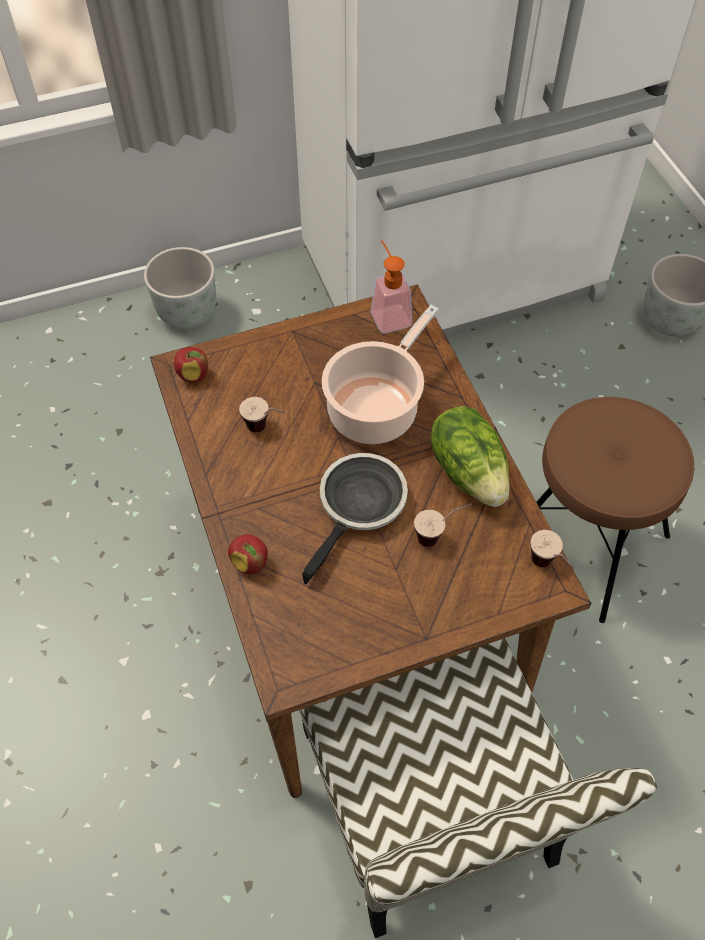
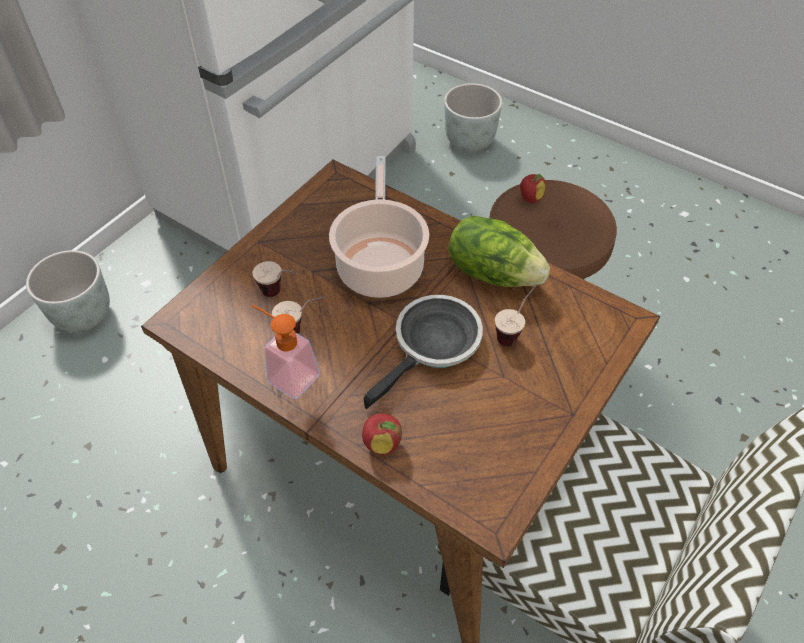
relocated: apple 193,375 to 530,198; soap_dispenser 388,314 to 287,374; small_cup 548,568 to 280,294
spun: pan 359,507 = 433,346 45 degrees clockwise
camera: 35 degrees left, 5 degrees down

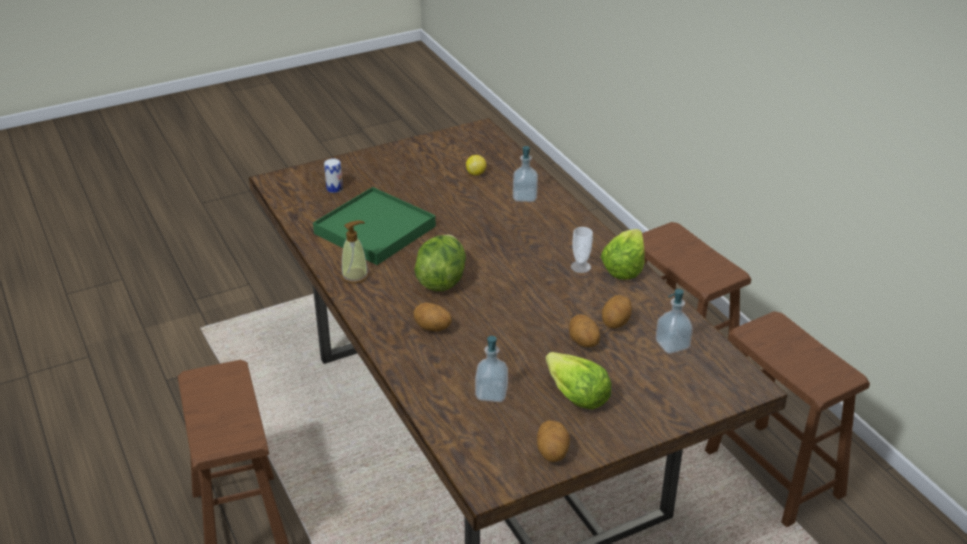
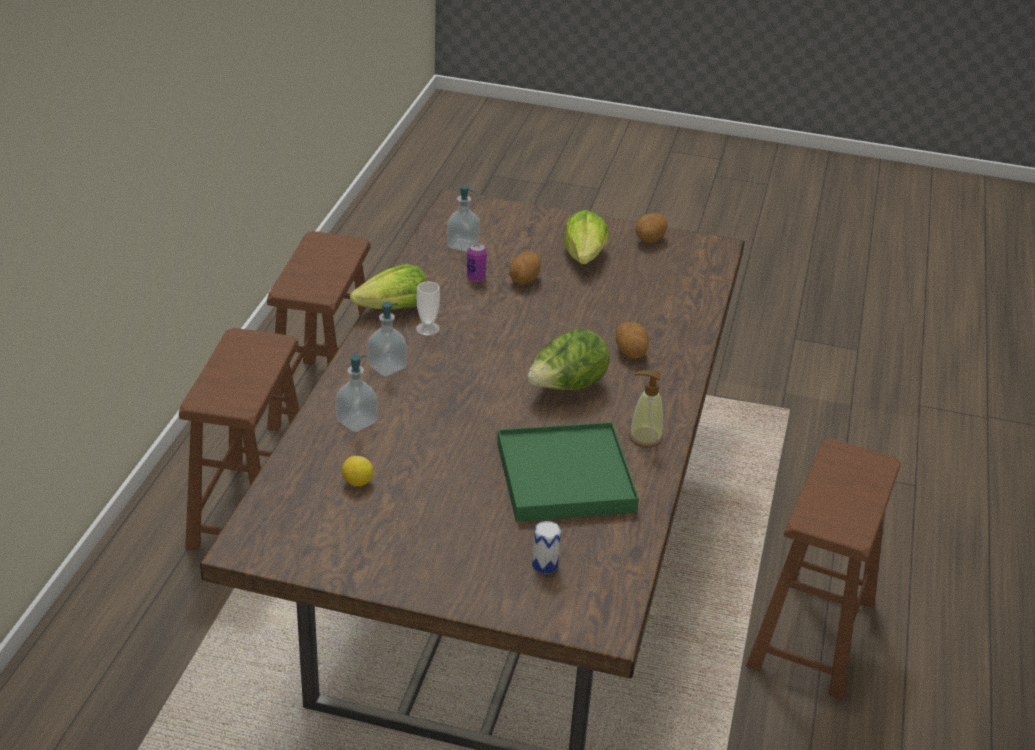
relocated: soap_dispenser 491,393 to 387,367
exchanged: potato 616,322 to sealed_can 476,278
camera: 140 degrees left, 0 degrees up

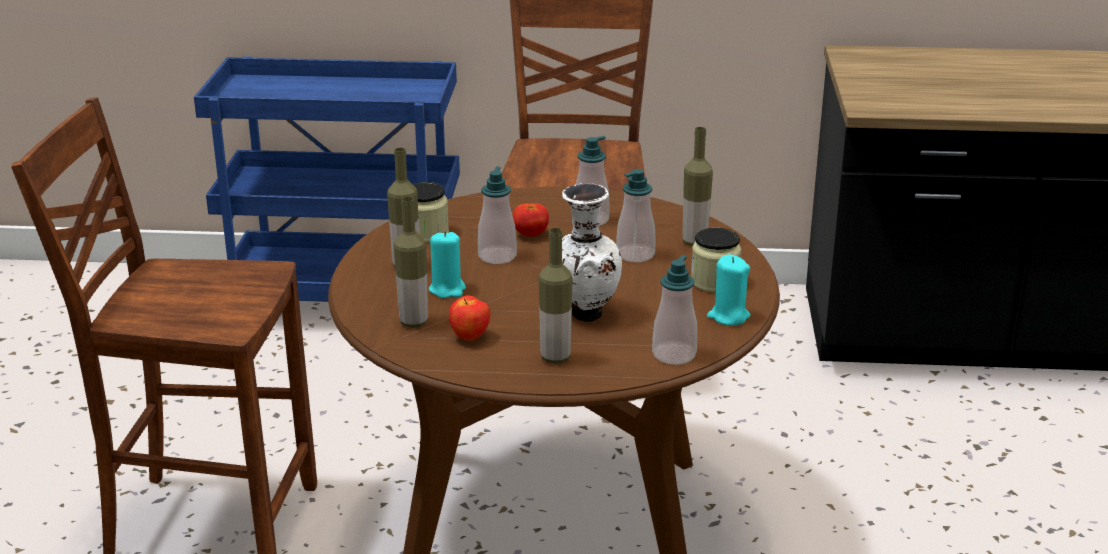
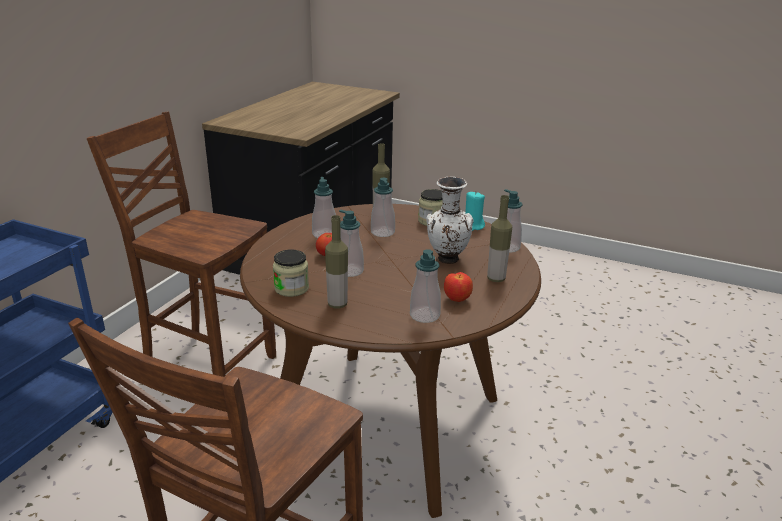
missing: turquoise-coloured_wax_light 447,289
exchanged: bottle 413,322 to soap_dispenser 424,315
camera: 70 degrees left, 0 degrees up

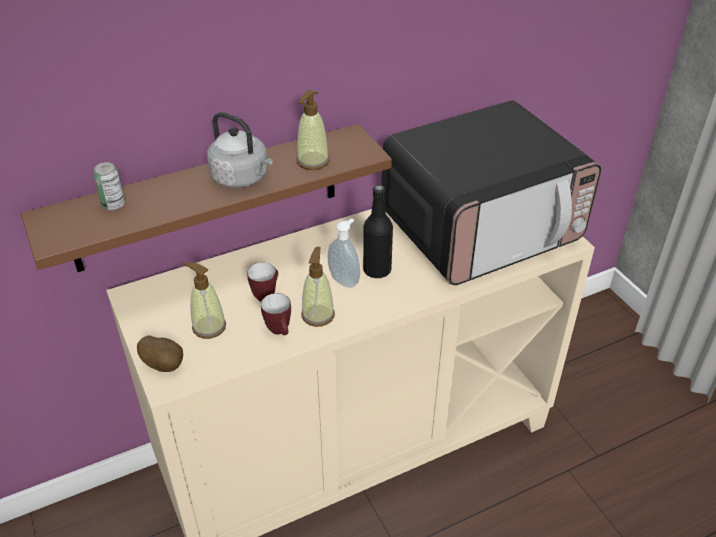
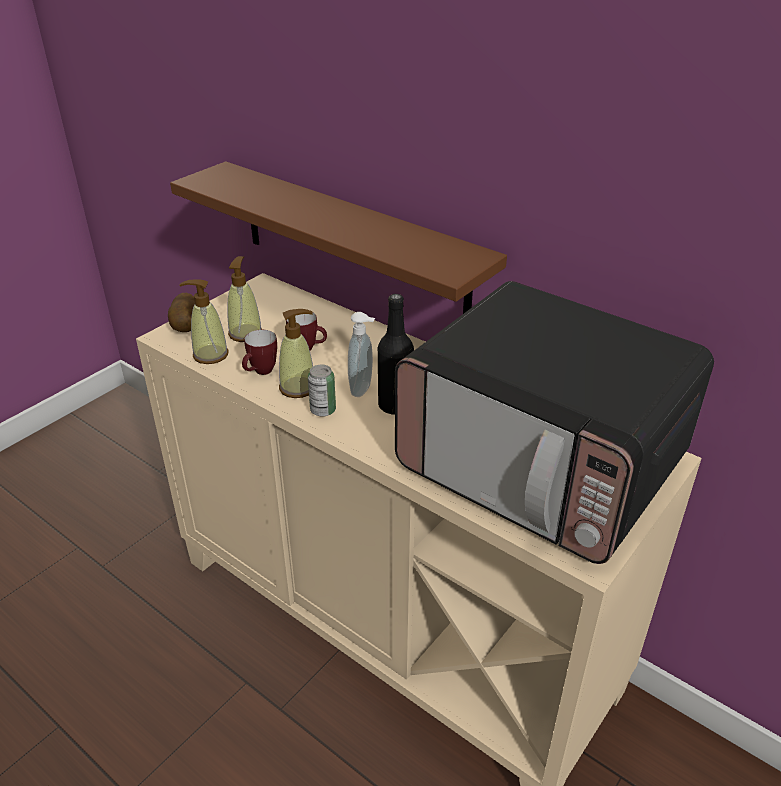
missing: gray_tea_kettle 242,178
relocated: sealed_can 113,205 to 323,410; soap_dispenser 312,161 to 210,355
camera: 65 degrees right, 5 degrees down

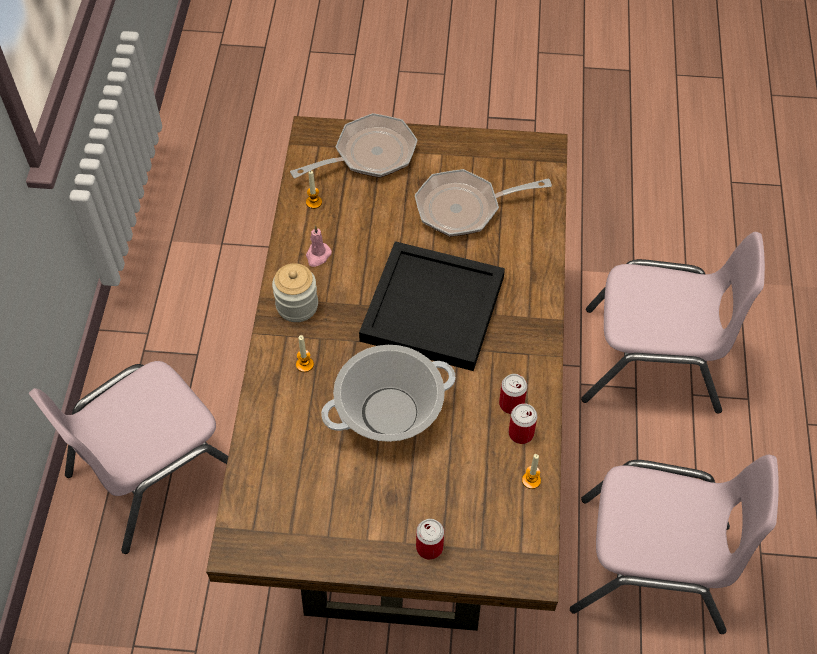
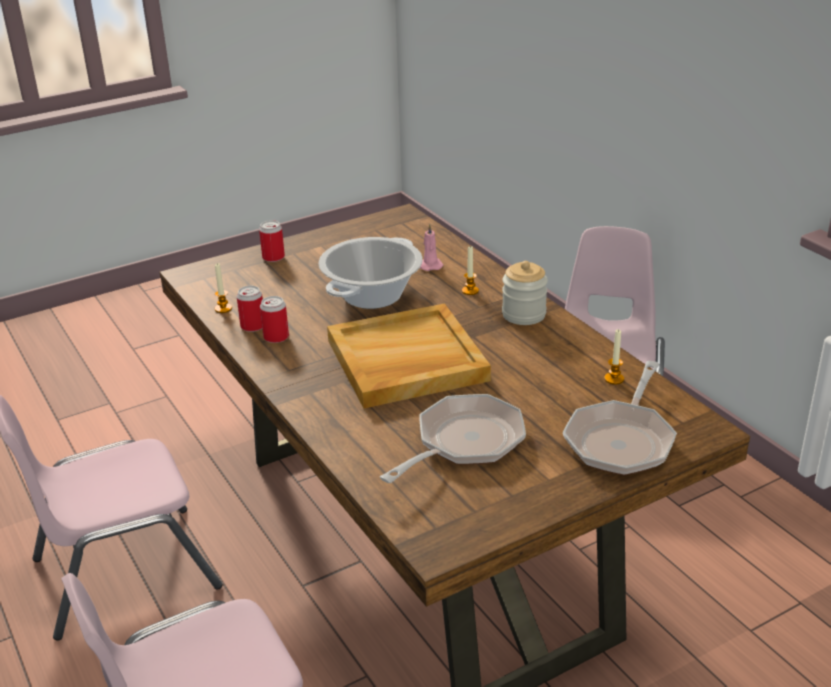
relocated: pink_wax_light 318,256 to 430,265
colour: black-coloured_serving_tray 434,308 to beige_serving_tray 406,361
camera: 145 degrees right, 25 degrees down

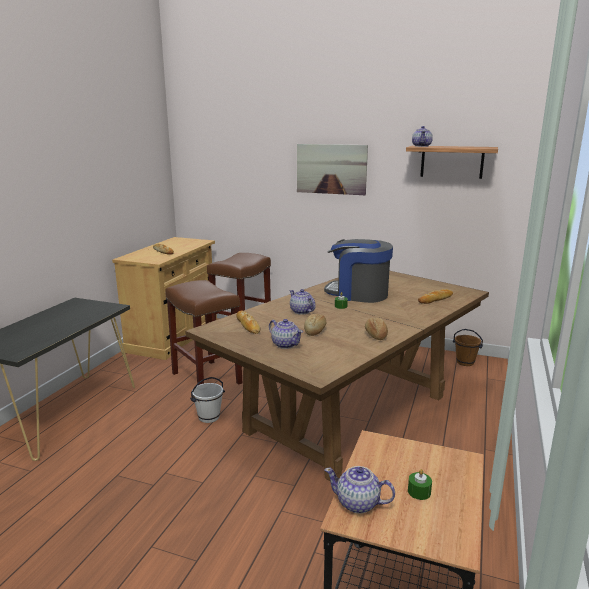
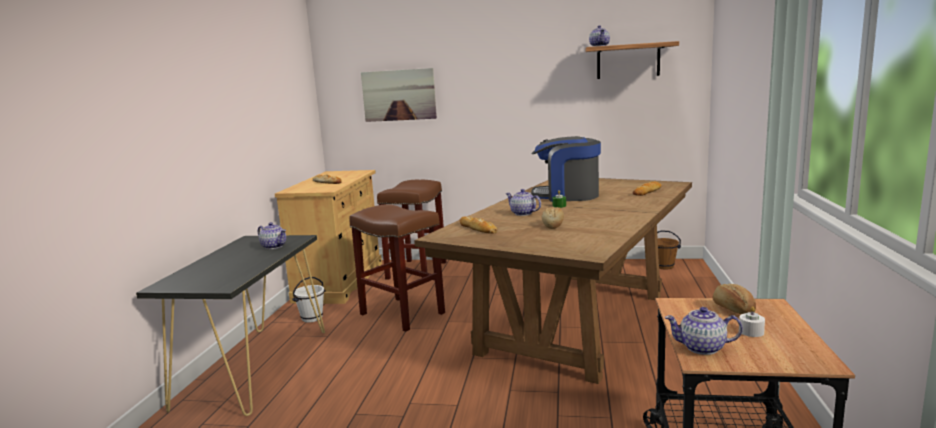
relocated: white-coloured_bucket 208,417 to 312,318; tea_pot 285,344 to 274,246; wall_art 331,169 to 399,95; bread 375,335 to 732,309
colour: greenish_wax_light 419,492 to white-coloured_wax_light 751,332
camera: 10 degrees left, 5 degrees down

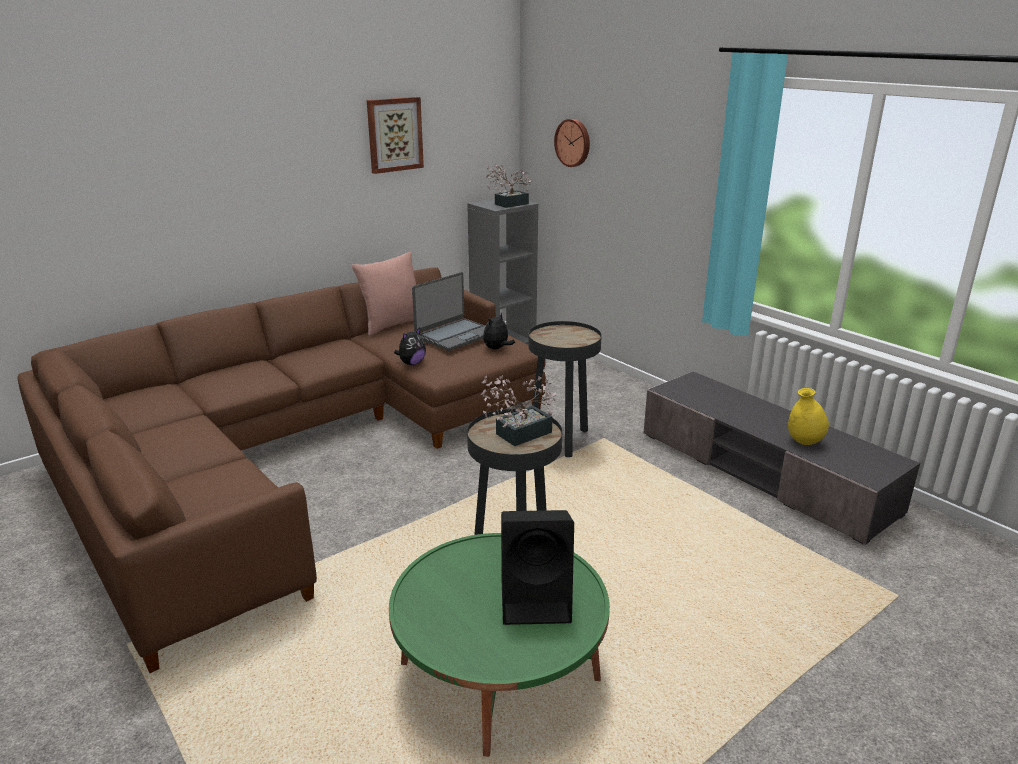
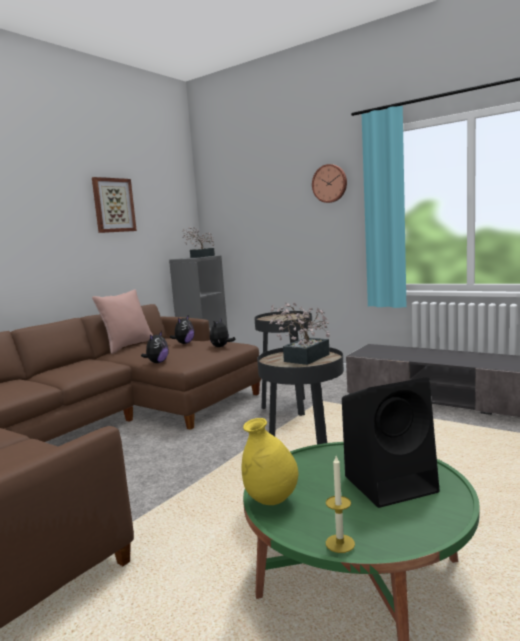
appeared: wax_light 340,543
relocated: hanging_clock 573,142 to 330,183; yellow_vase 804,442 to 271,500
exchanged: laptop 455,335 to plush_toy 184,343
camera: 15 degrees left, 15 degrees down

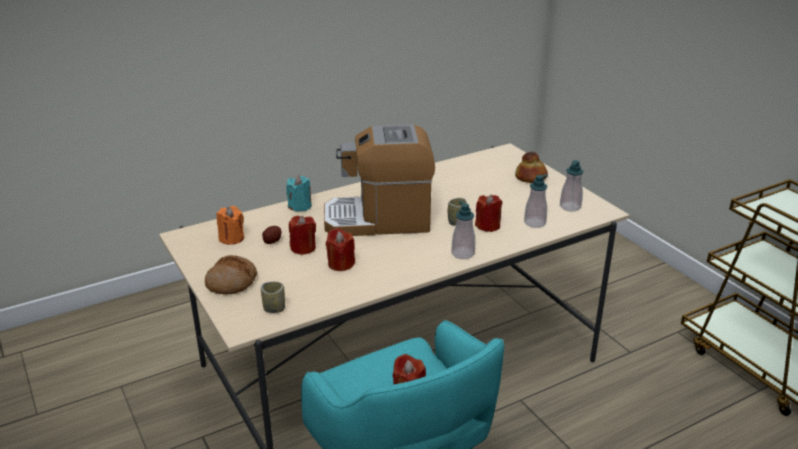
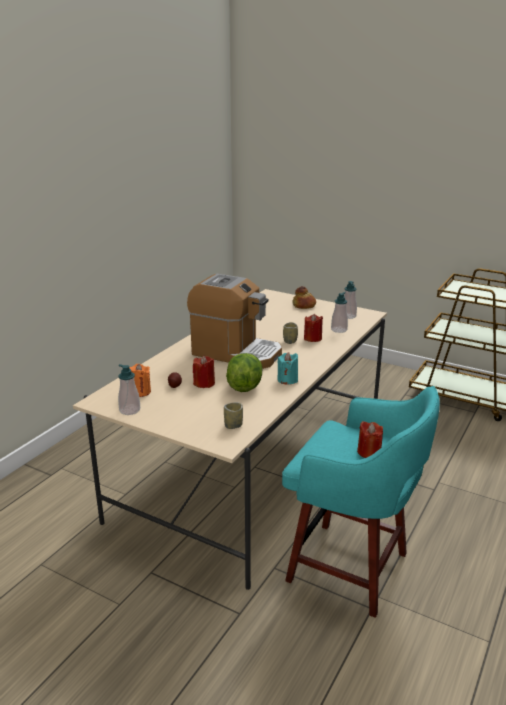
missing: bread 231,282
relocated: turquoise-coloured_wax_light 300,206 to 287,380; soap_dispenser 463,253 to 129,410
exchanged: red_wax_light 341,264 to lettuce_head 244,385
spun: coffee_machine 379,219 = 236,353 120 degrees counterclockwise
camera: 30 degrees left, 5 degrees down

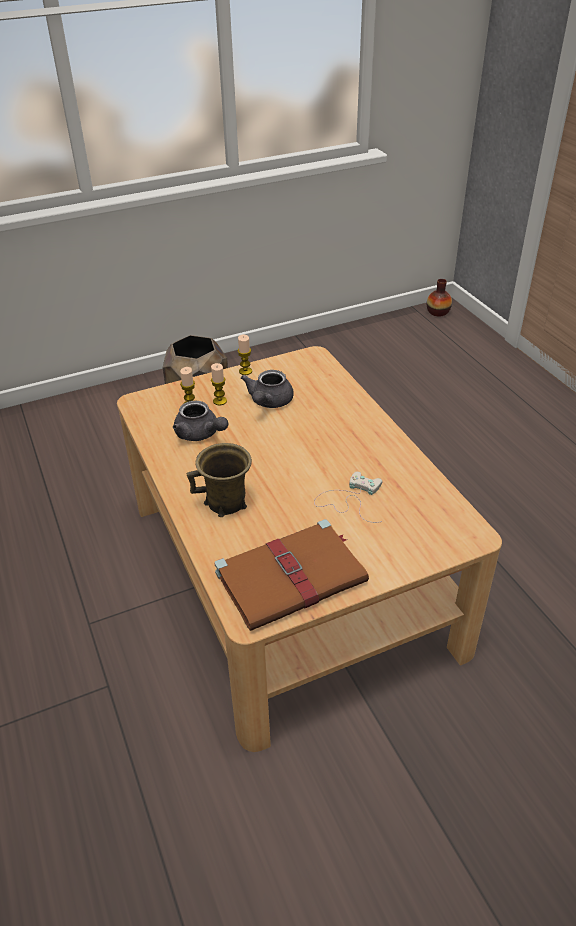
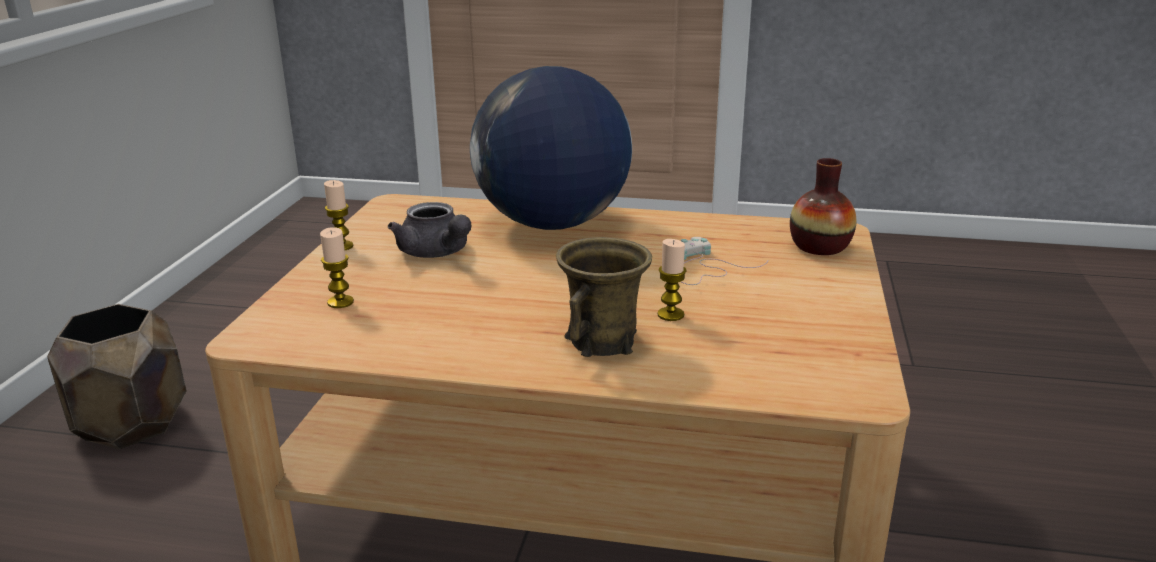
missing: gray_tea_pot 200,434; brown-coloured_bound_book 293,576
appeared: globe 552,224
relocated: wax_light 220,401 to 670,315; vase 438,312 to 819,246
camera: 55 degrees left, 15 degrees down

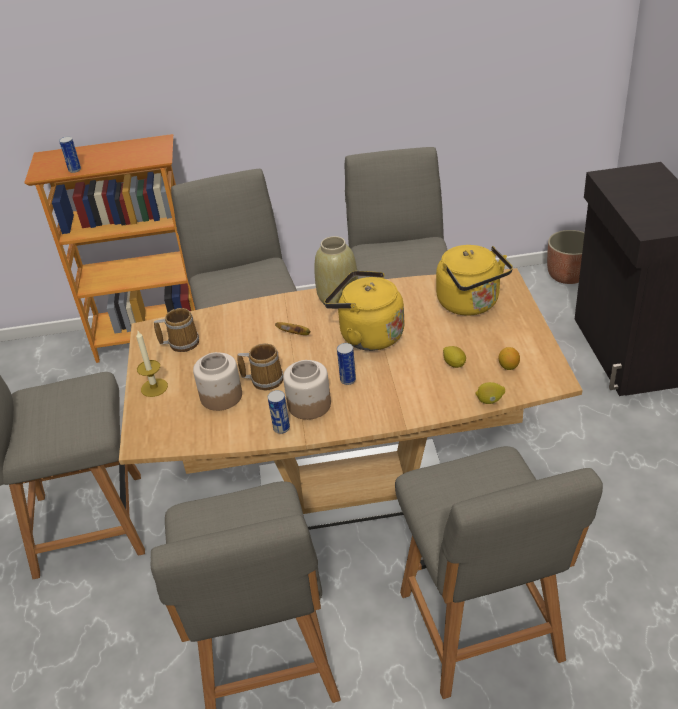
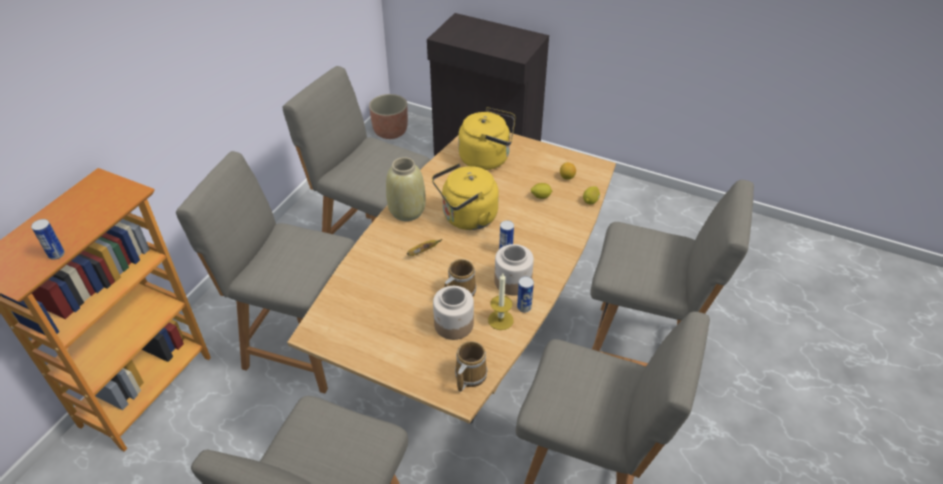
relocated: wax_light 154,387 to 500,320; tea_mug 182,342 to 468,375
camera: 60 degrees left, 5 degrees up

